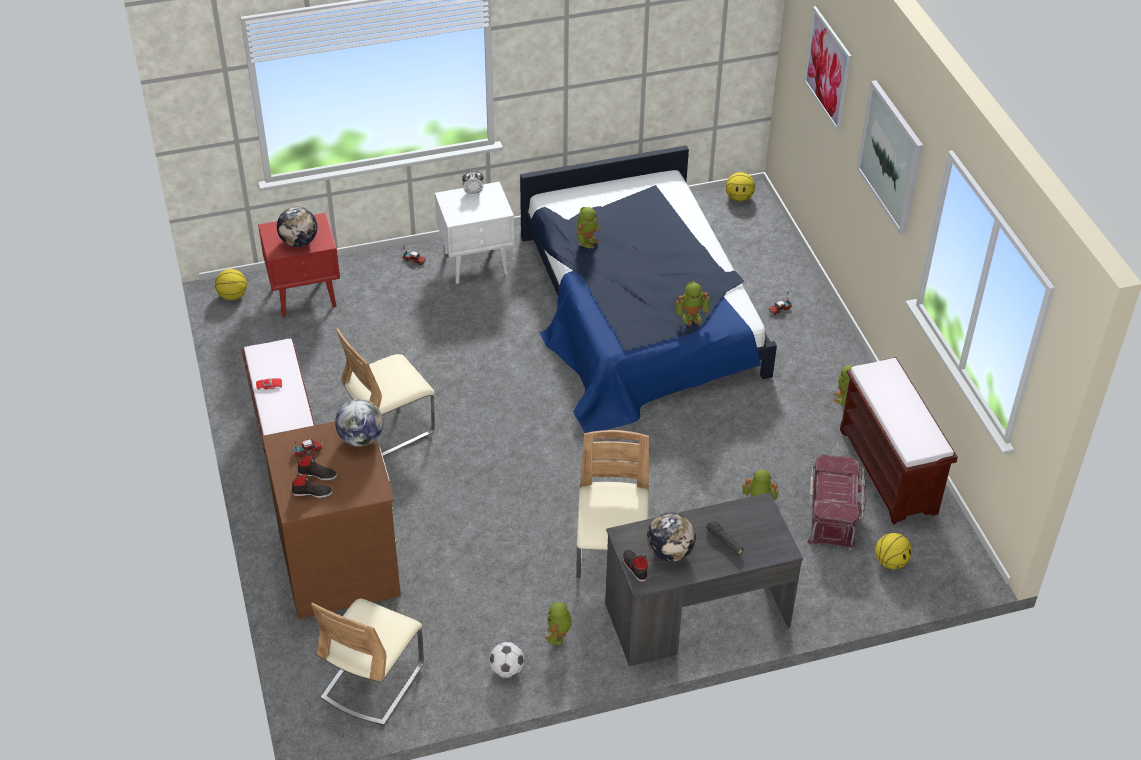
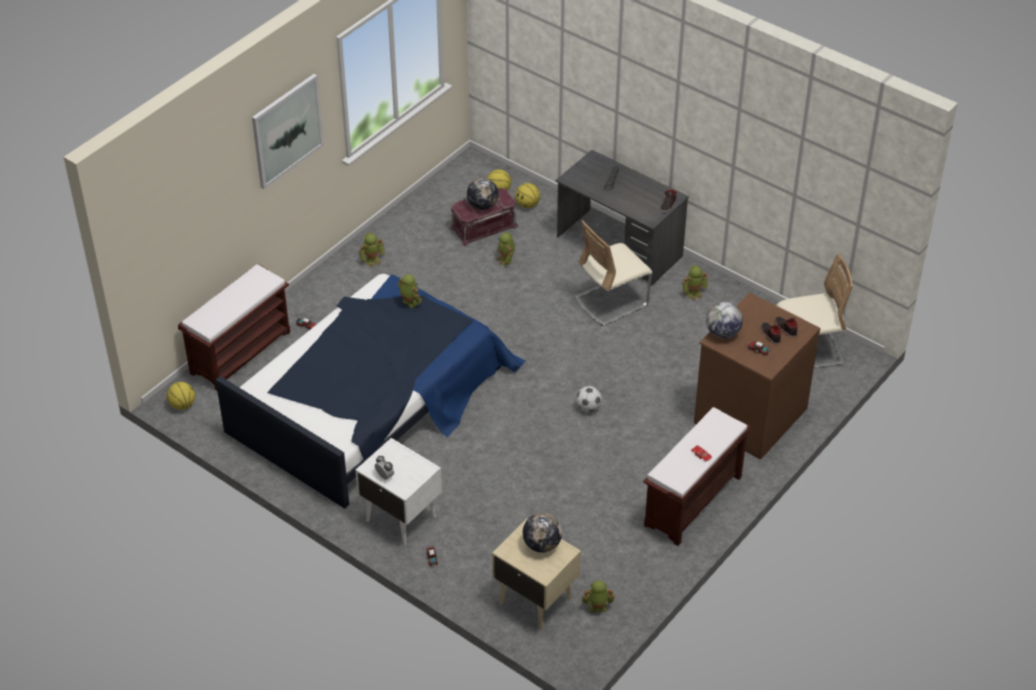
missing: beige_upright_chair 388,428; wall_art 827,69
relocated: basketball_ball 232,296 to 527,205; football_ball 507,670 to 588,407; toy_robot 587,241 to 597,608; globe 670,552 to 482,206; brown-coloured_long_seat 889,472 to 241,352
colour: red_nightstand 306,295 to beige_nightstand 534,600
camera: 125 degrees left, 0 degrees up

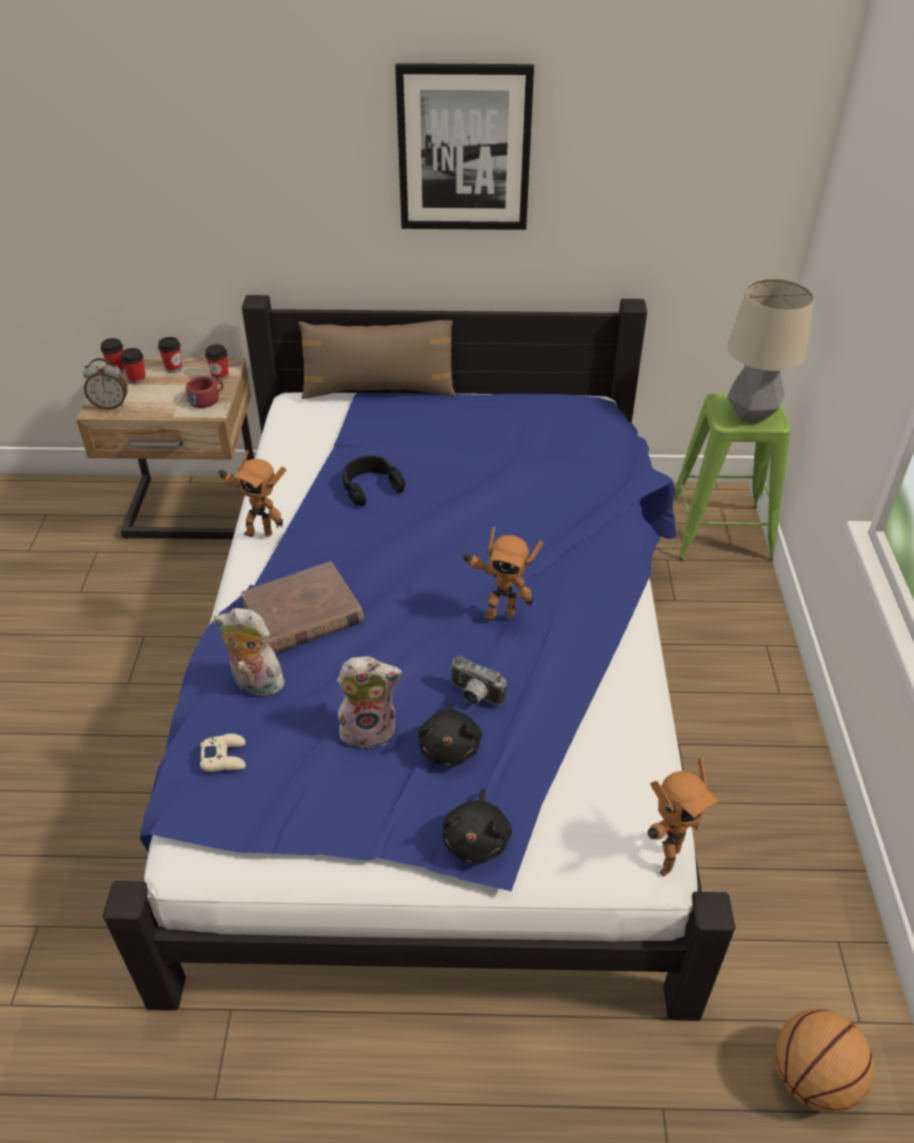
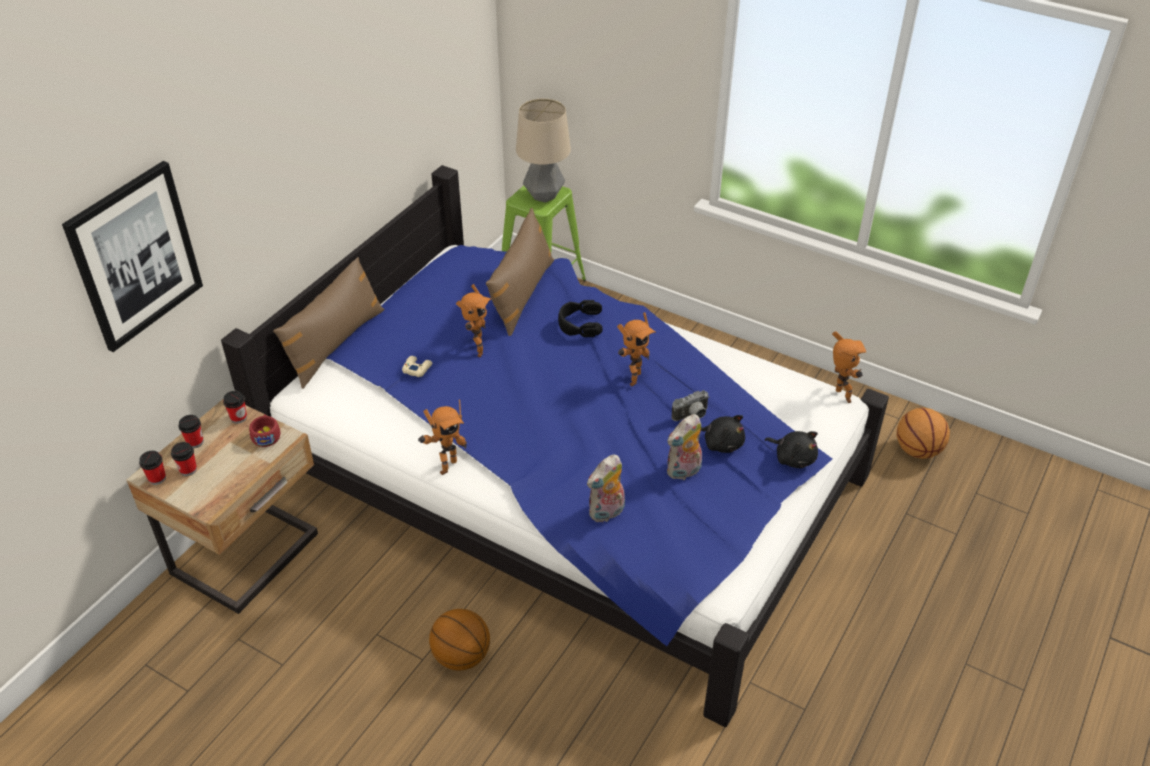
missing: alarm_clock 110,405; brown-coloured_bound_book 303,613
appeared: basketball_ball 461,656; toy_robot 476,350; brown-coloured_throw_pillow 522,295
relocated: beige_gamepad 225,757 to 417,369; black-coloured_pair_of_headphones 371,487 to 580,324; wall_art 464,149 to 135,256
spun: plush_toy 369,729 = 684,472 150 degrees counterclockwise
camera: 60 degrees left, 0 degrees up

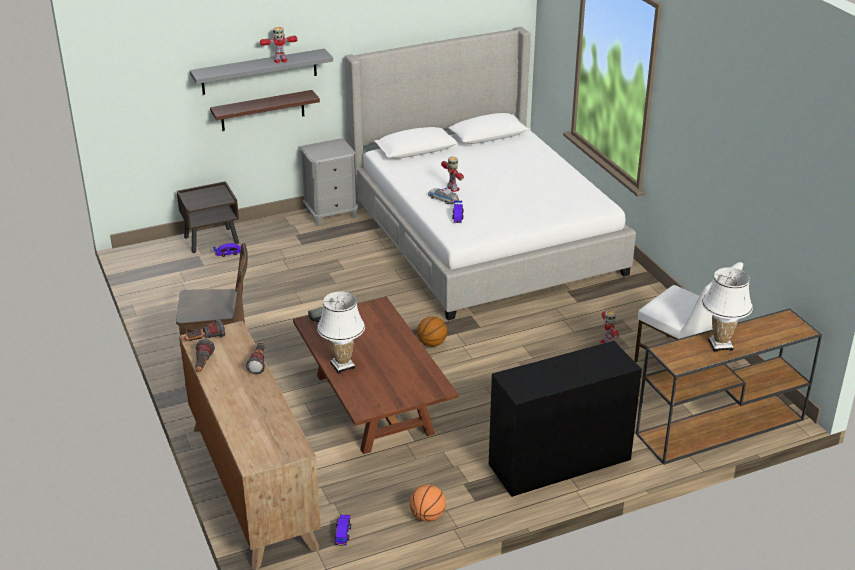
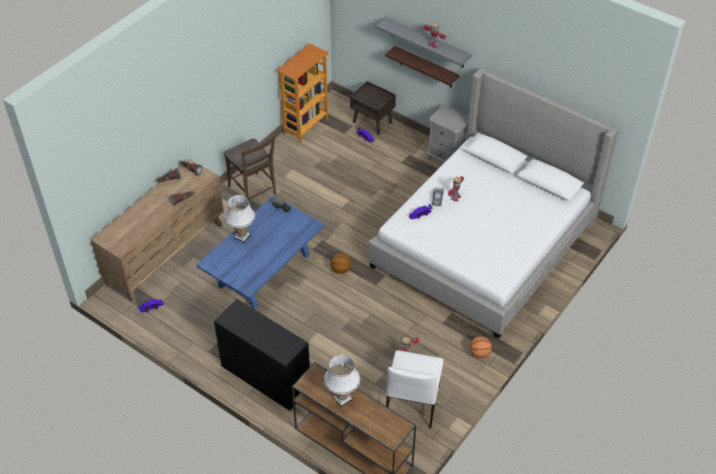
appeared: bookshelf 305,125
relocated: basketball_ball 427,516 to 479,353
colour: brown-coloured_lounge_table 373,404 to blue-coloured_lounge_table 264,270
camera: 60 degrees right, 15 degrees up

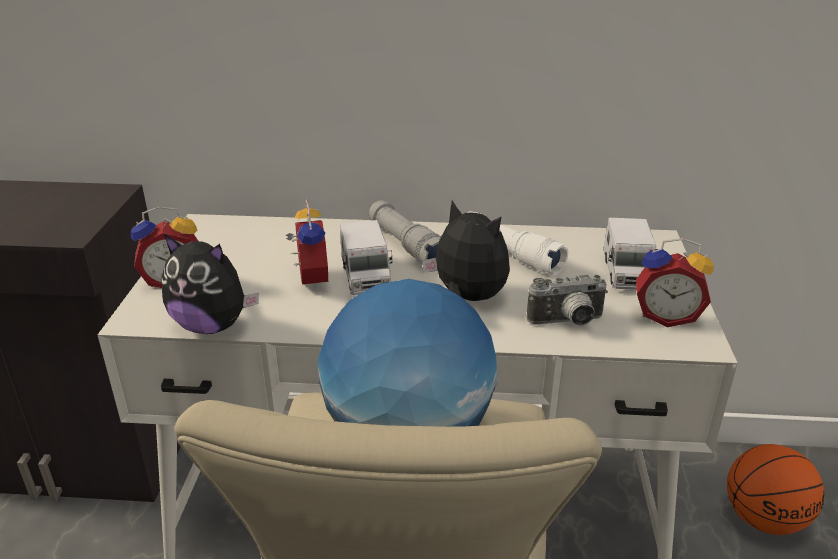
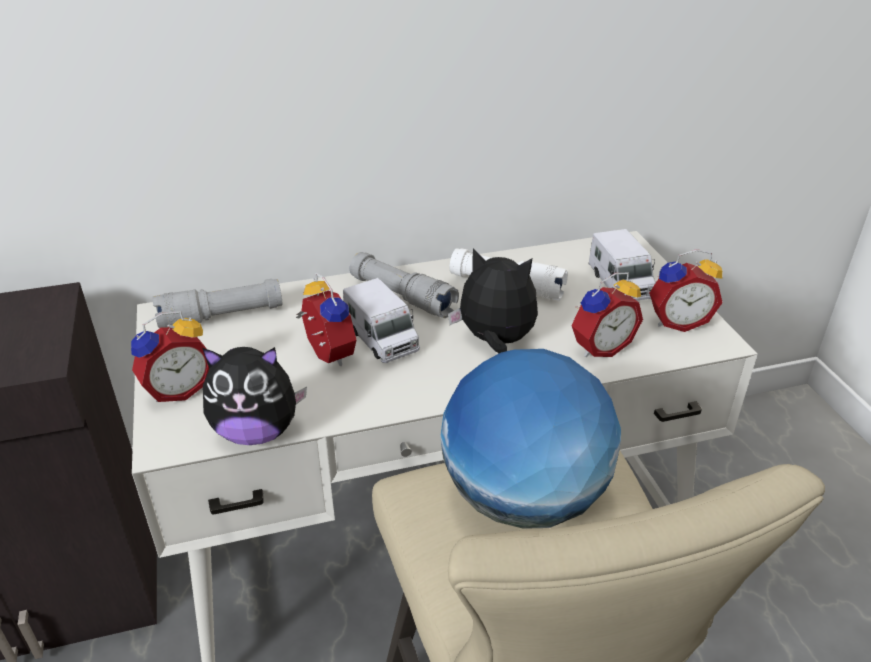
missing: basketball_ball 764,518
appeared: gray_torch 221,316
exchanged: photo_camera 567,323 to alarm_clock 599,347
camera: 20 degrees left, 5 degrees up

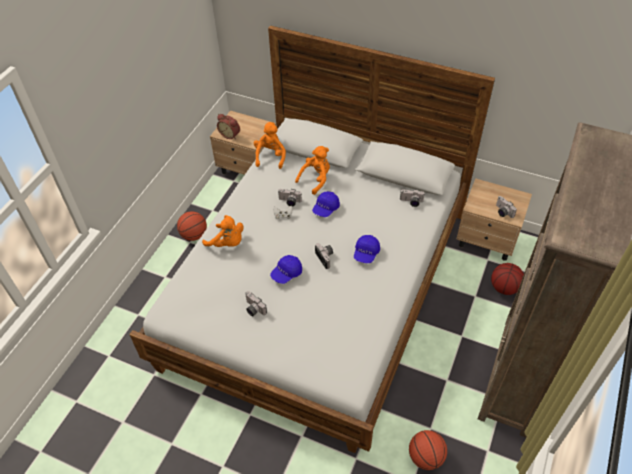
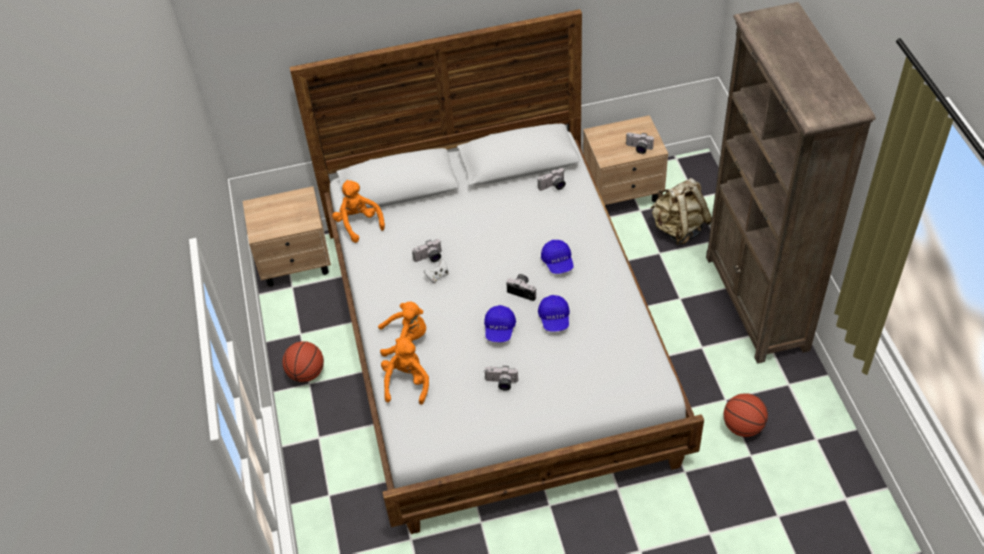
missing: alarm_clock 230,134
relocated: orange-coloured_plush_toy 316,179 to 407,382; blue-coloured_baseball_cap 325,209 to 554,319
exchanged: basketball_ball 504,288 to beige_rucksack 678,228
camera: 35 degrees left, 0 degrees up

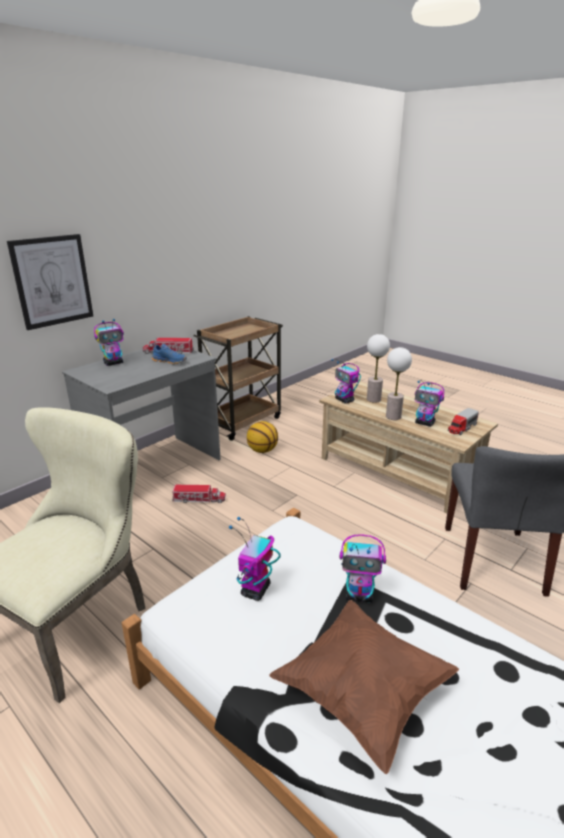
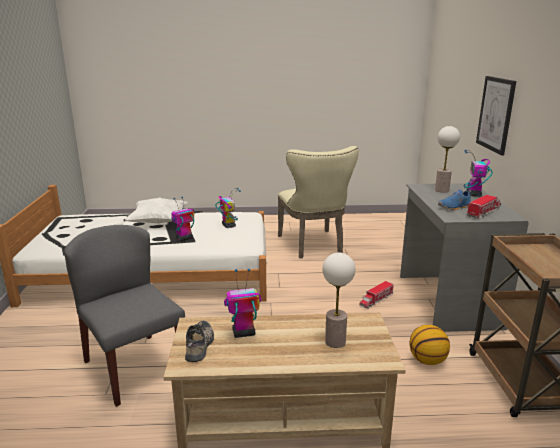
missing: toy_robot 345,400
relocated: tabletop_lamp 393,416 to 442,190
exchanged: toy_truck 461,428 to shoe 200,345
colour: brown-coloured_throw_pillow 362,693 to white-coloured_throw_pillow 158,222
camera: 135 degrees right, 5 degrees down

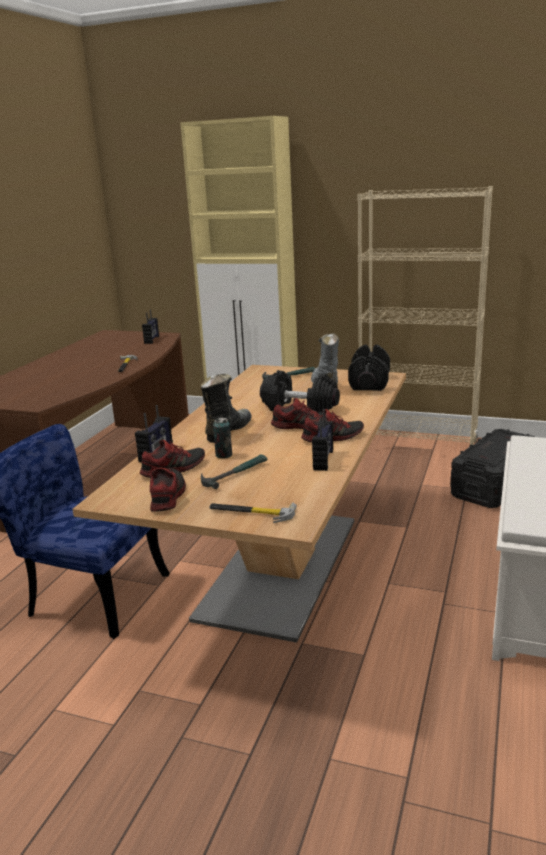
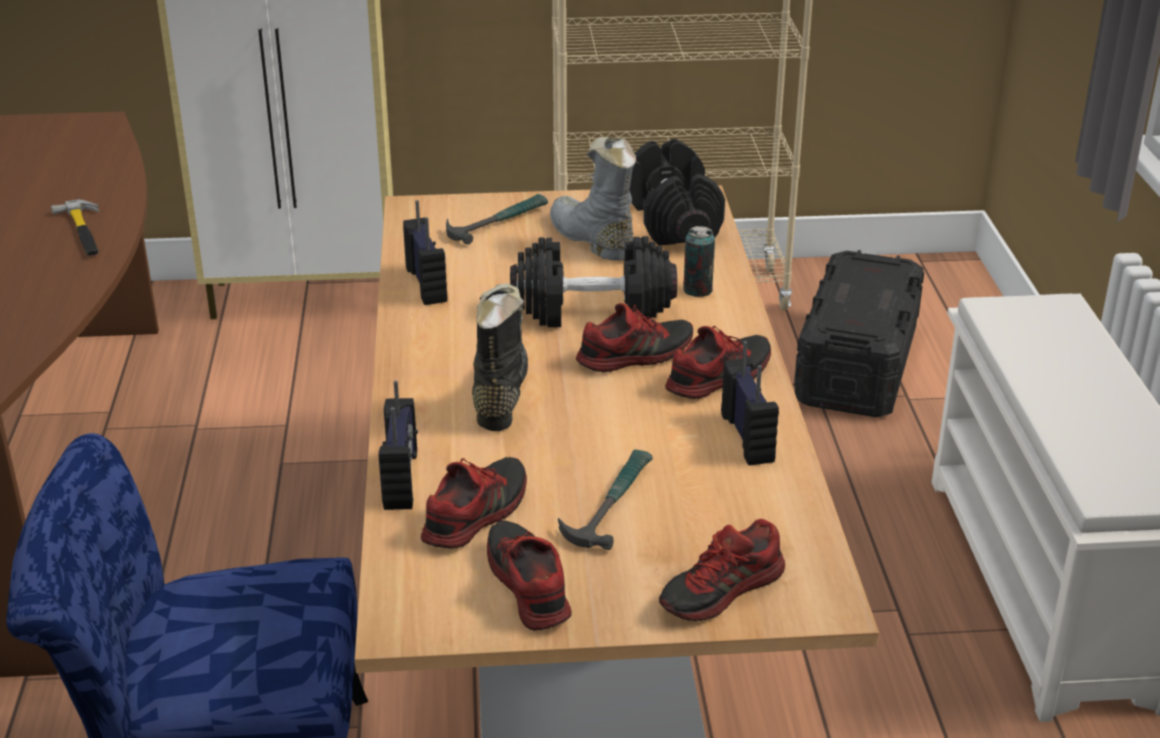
relocated: radio_receiver 152,340 to 427,284; sealed_can 223,455 to 697,290
exchanged: hammer 251,513 to shoe 722,591
camera: 25 degrees left, 10 degrees up

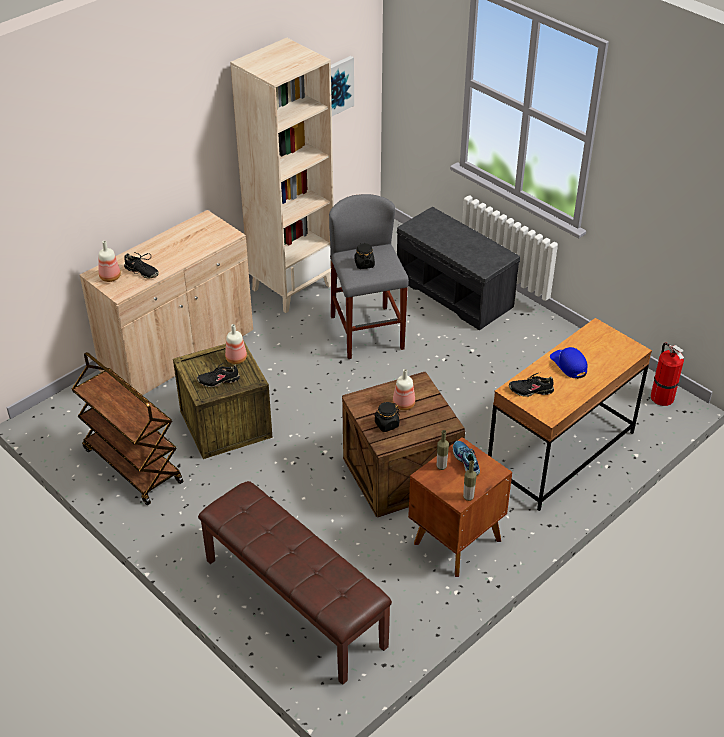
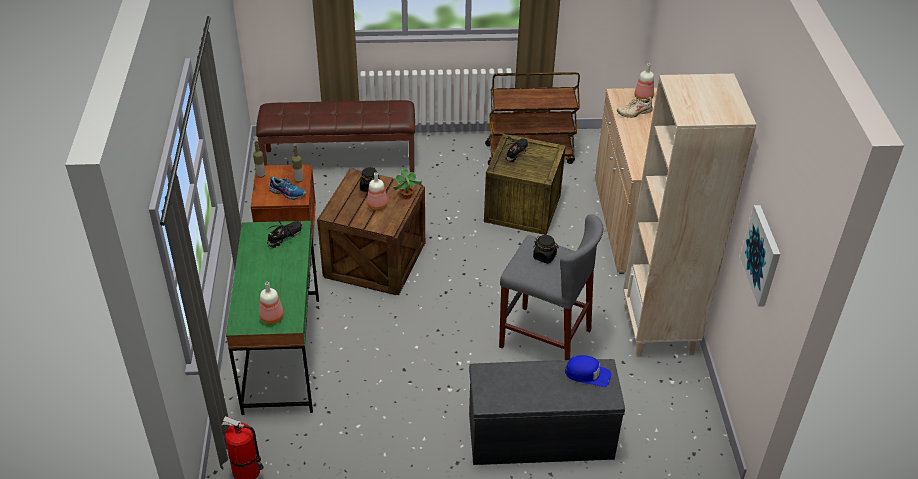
appeared: potted_plant 406,196
relocated: bottle 237,359 to 271,318; blue-coloured_baseball_cap 569,364 to 587,374
colour: black-coloured_shoe 141,272 to beige_shoe 634,112; brown-coloured_desk_unit 560,453 to greenish_desk_unit 282,354
camera: 130 degrees right, 0 degrees up

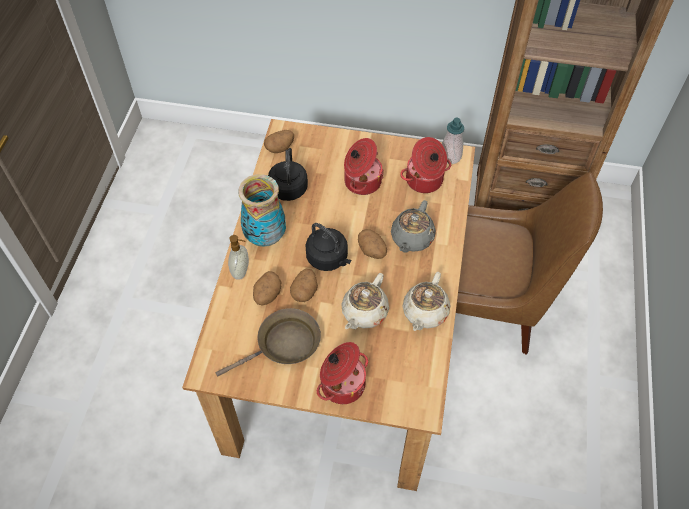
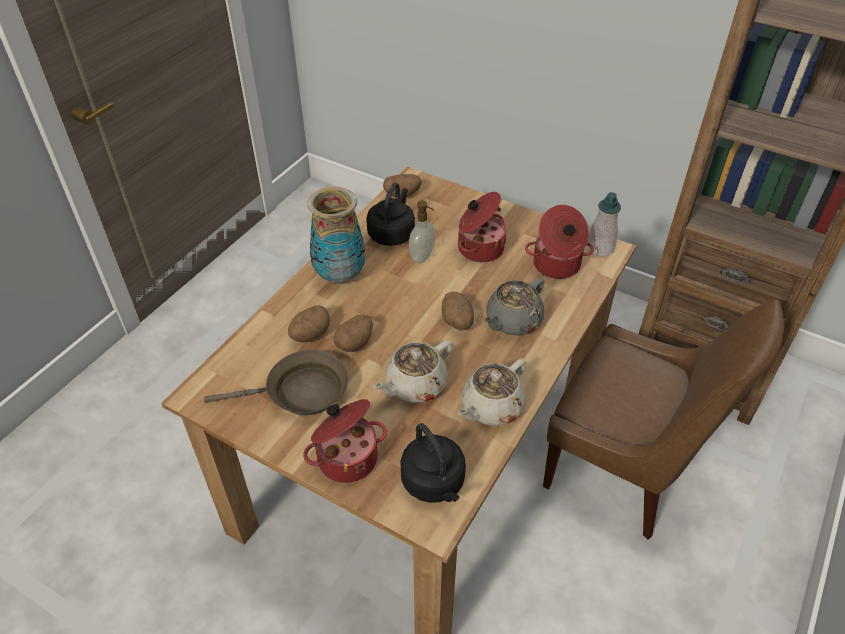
relocated: soap_dispenser 241,271 to 423,257; black-coloured_tea_kettle 329,259 to 434,483
camera: 20 degrees right, 10 degrees down

